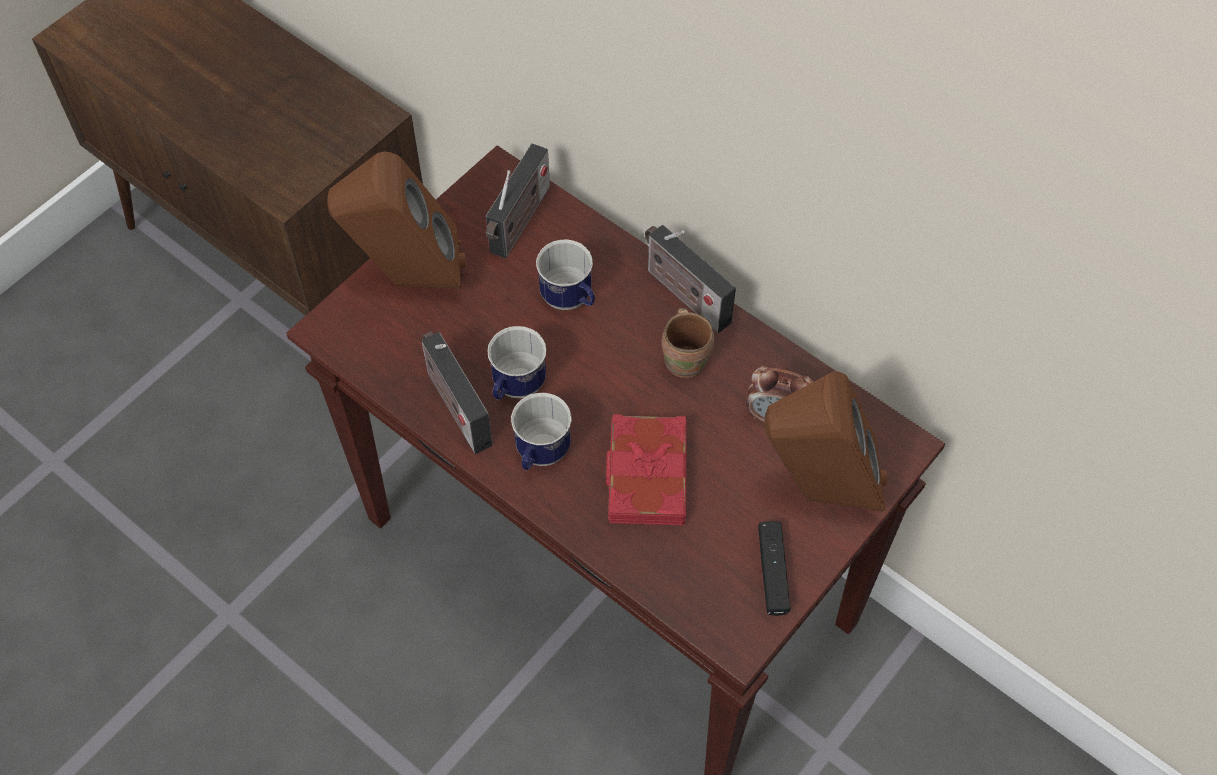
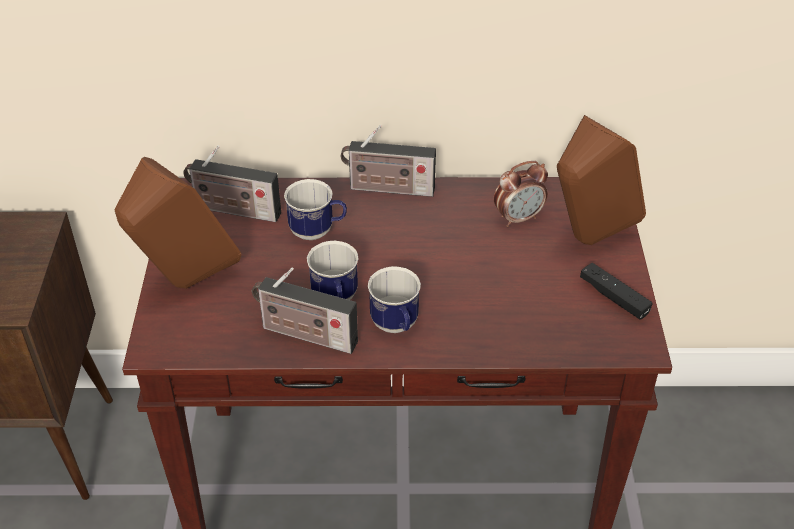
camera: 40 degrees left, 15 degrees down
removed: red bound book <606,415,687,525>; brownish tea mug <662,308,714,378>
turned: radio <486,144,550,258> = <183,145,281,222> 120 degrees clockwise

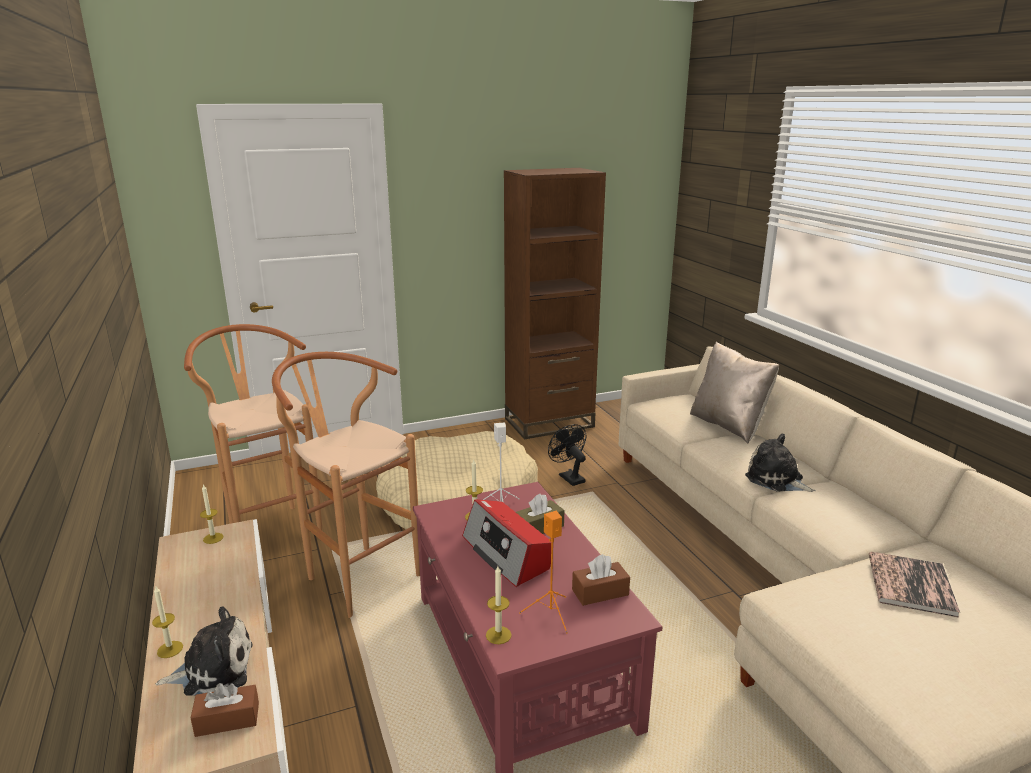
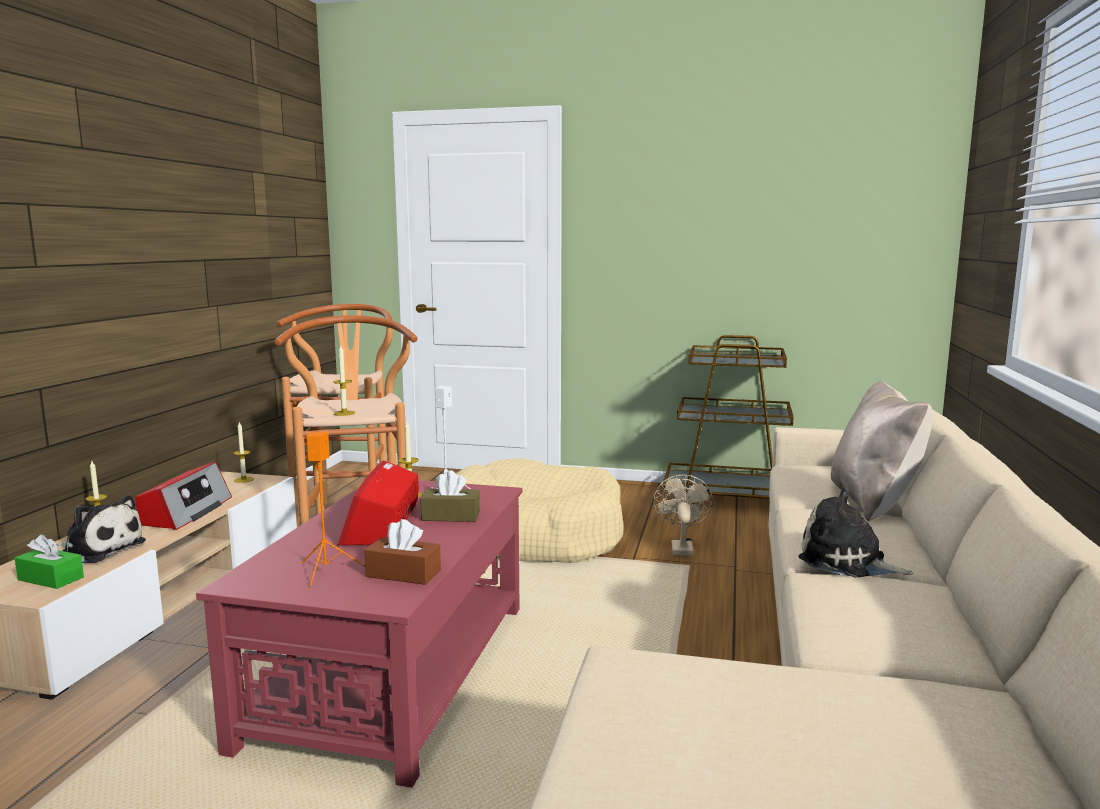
camera: 35 degrees right, 10 degrees down
removed: bound book <869,552,960,618>
added: radio <135,462,232,530>
moved: wax candle <486,566,512,644> to <333,346,355,416>
replaced: brownish bookcase <504,168,606,439> to brownish cart <663,335,794,504>
recoloured: brownish tissue box <191,683,259,737> to greenish tissue box <15,534,84,589>; black cooling fan <548,424,587,486> to beige cooling fan <653,475,713,556>
turned: cuddly toy <745,434,816,492> = <798,489,913,578> 45 degrees counterclockwise

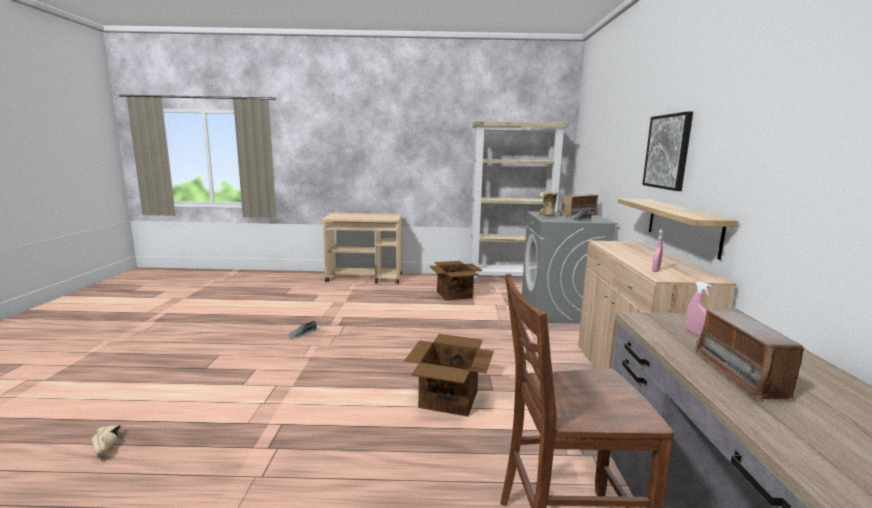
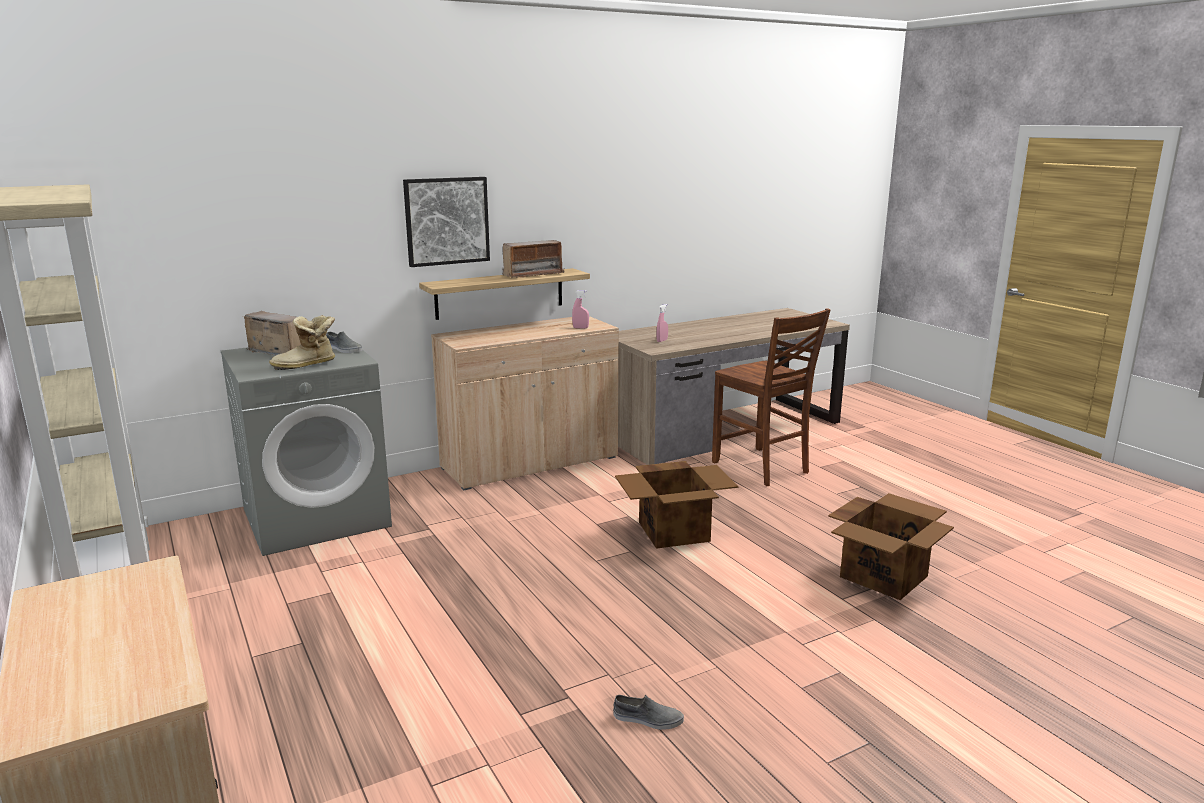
camera: 120 degrees left, 5 degrees up
removed: beige low shoe <92,425,121,458>
moved: radio <694,308,809,401> to <502,240,565,278>; cardboard box <430,261,482,300> to <828,493,954,600>

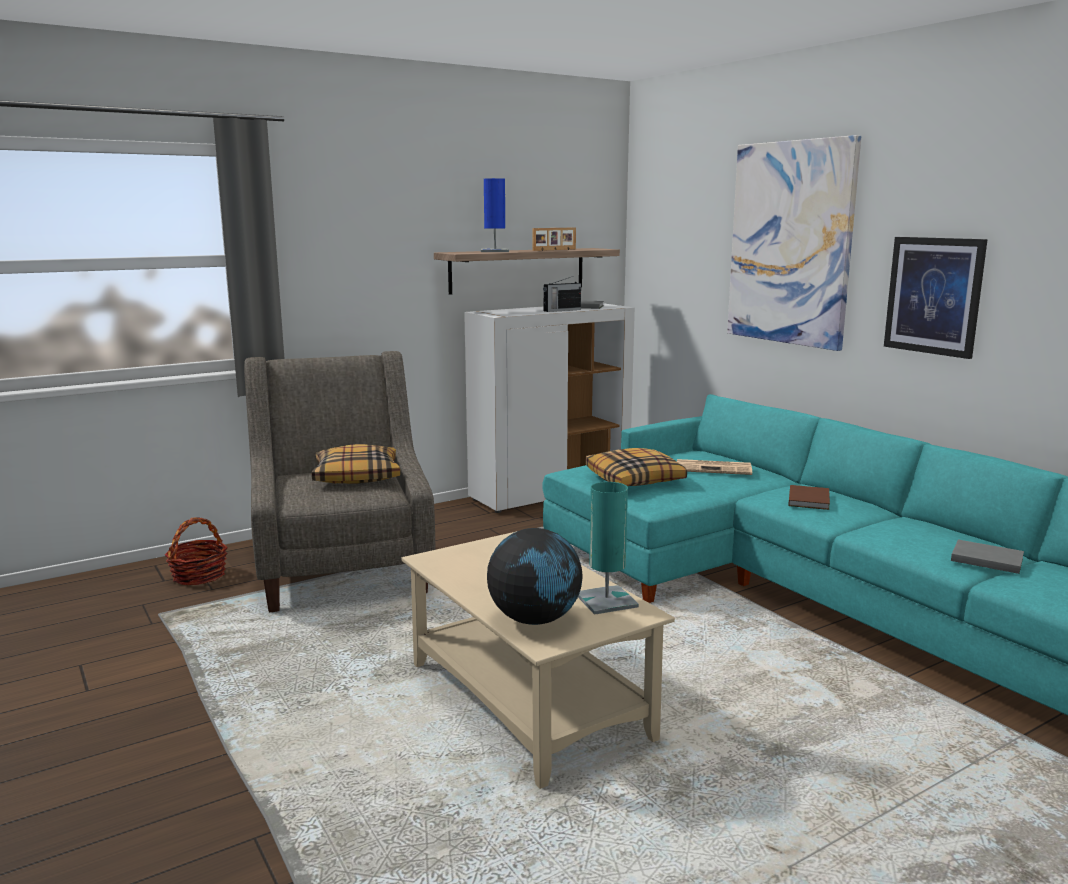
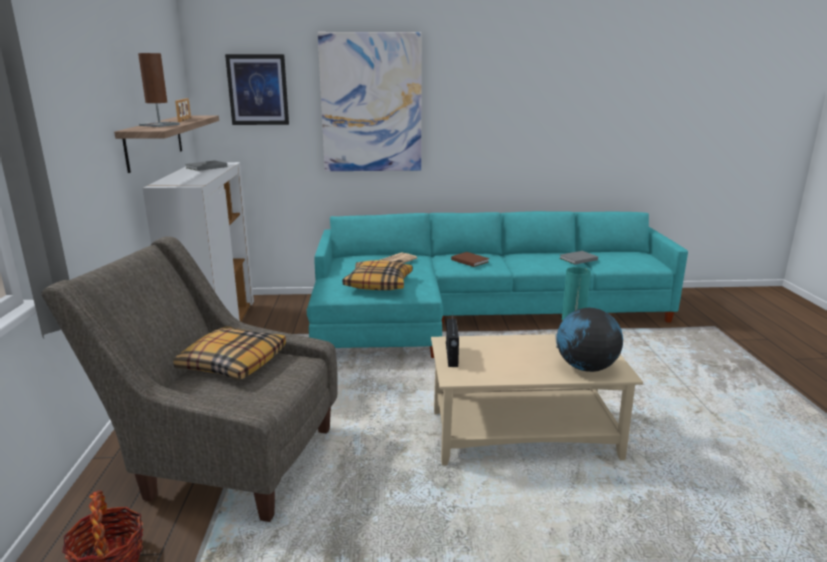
camera: 60 degrees left, 5 degrees up
moved: wall art <884,237,988,359> to <225,54,289,125>; radio <543,276,581,312> to <446,313,459,367>
recoloured: bluish table lamp <481,178,509,252> to brownish table lamp <138,53,180,127>

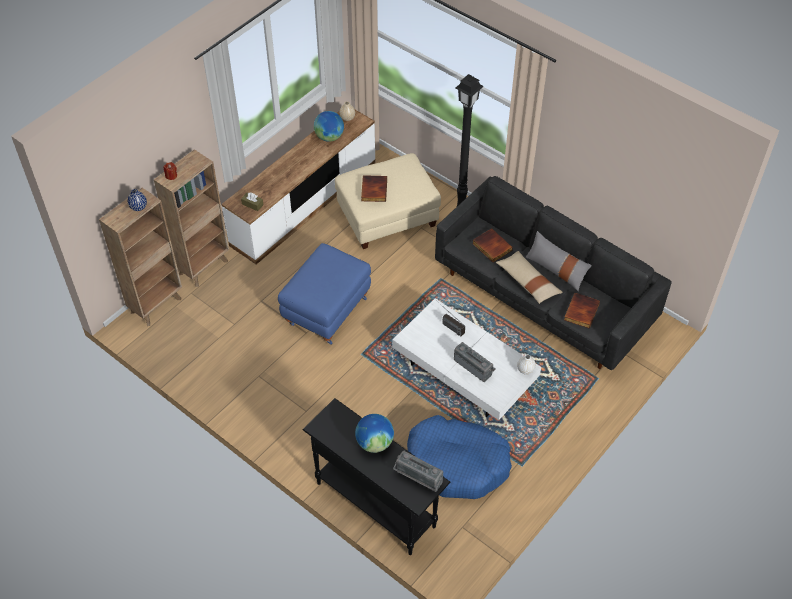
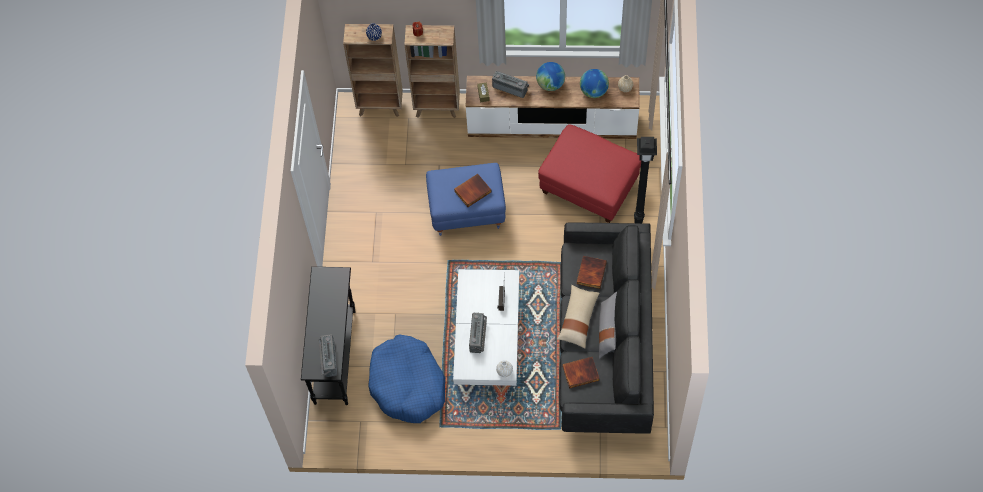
camera: 55 degrees right, 10 degrees up
added: radio <492,71,529,98>
moved: bound book <361,175,387,202> to <454,174,492,207>; globe <355,414,394,453> to <536,62,565,91>
recoloured: beige pouffe <335,153,441,249> to red pouffe <538,124,641,223>

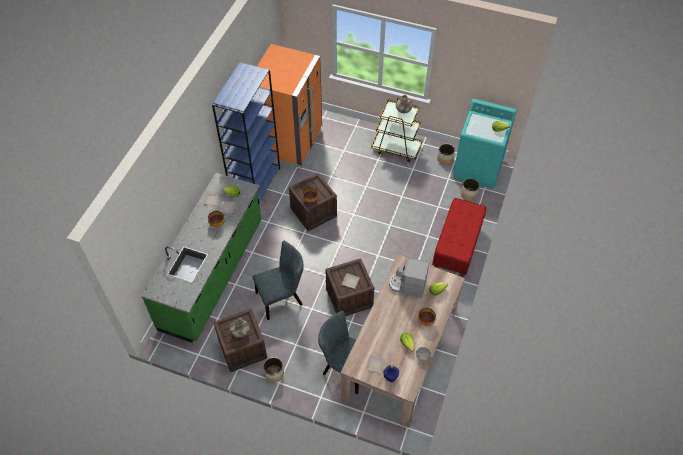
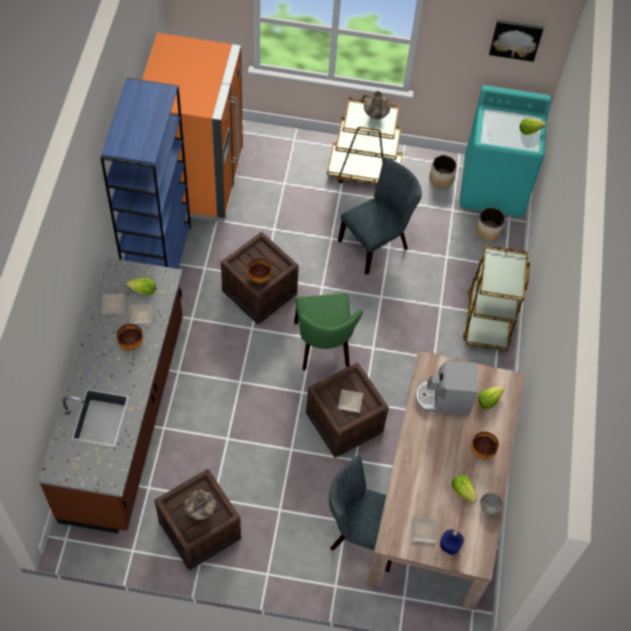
camera: 15 degrees left, 5 degrees up
removed: plant pot <263,357,284,383>
added: greenish chair <294,294,363,370>; wall art <489,20,543,62>
moved: grey chair <253,240,303,320> to <338,157,422,275>
replaced: red bench <432,198,486,277> to brownish cart <463,245,530,351>
recoloured: greenish kitchen base unit <141,173,261,343> to brownish kitchen base unit <38,258,183,533>

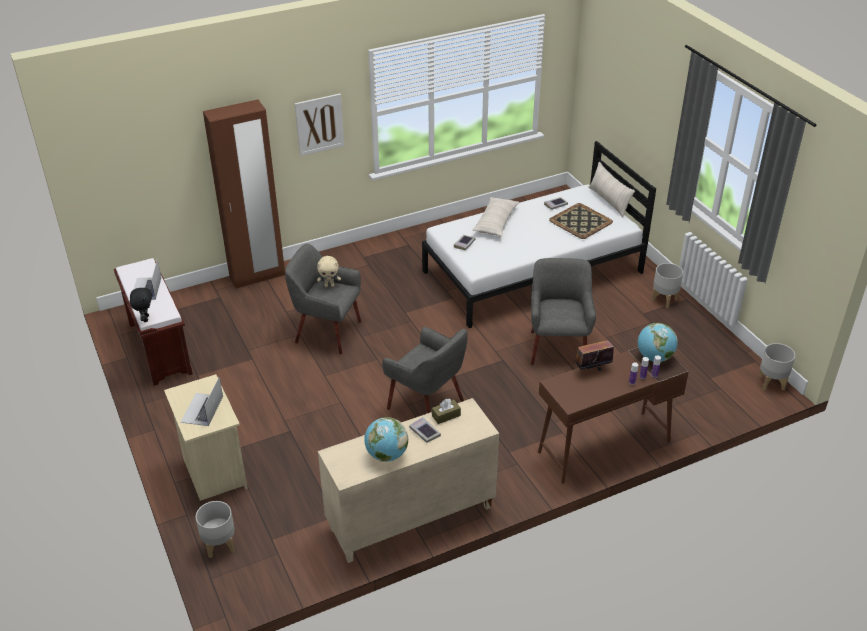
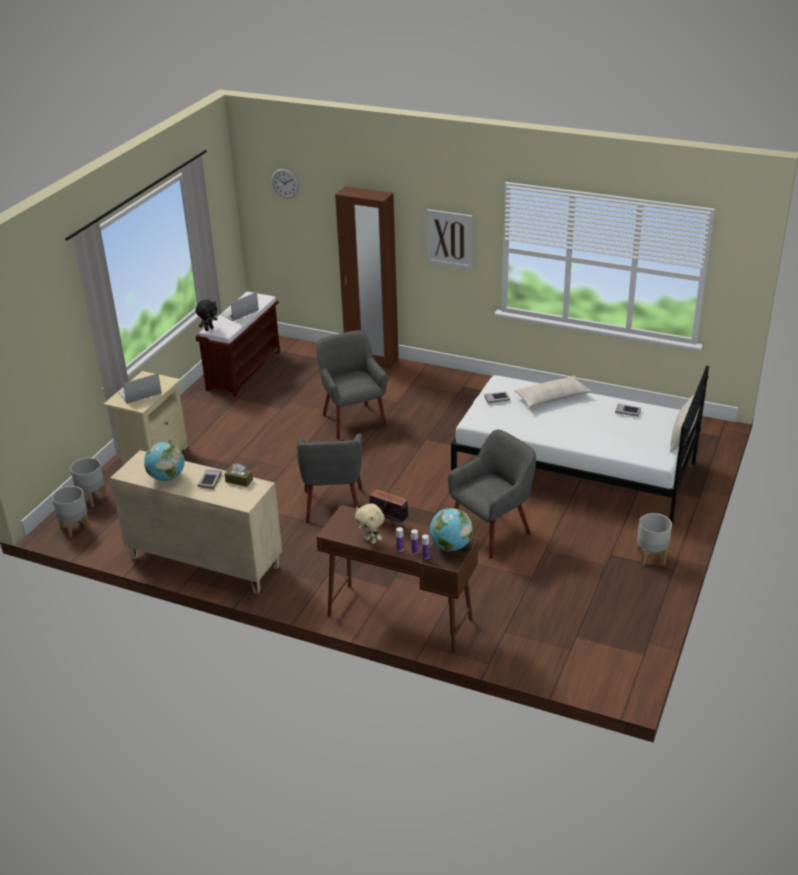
camera: 50 degrees right, 5 degrees down
removed: carrying tray <549,203,613,239>
added: wall clock <272,169,299,198>
moved: grey plant pot <759,343,795,391> to <52,486,90,537>; beige cuddly toy <317,256,341,287> to <355,504,384,544>

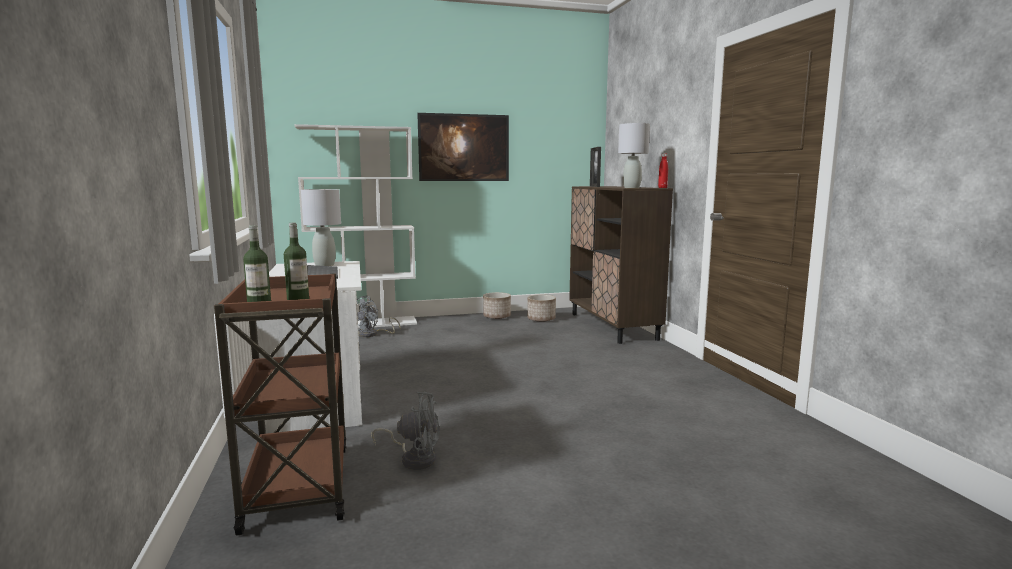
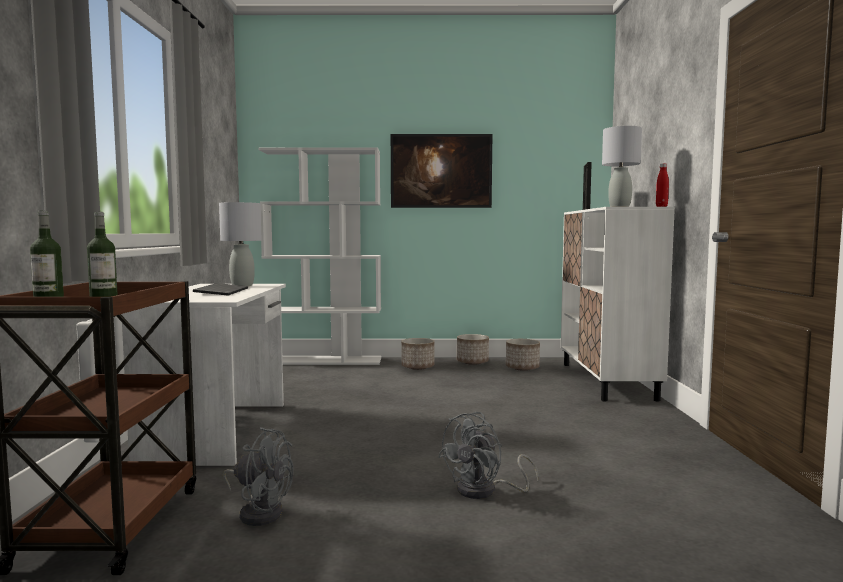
camera: 15 degrees right, 5 degrees down
added: plant pot <401,338,434,370>
moved: grey cooling fan <357,296,401,337> to <438,412,539,499>
recoloured: brownish storage cabinet <569,186,673,344> to whitish storage cabinet <561,207,675,402>

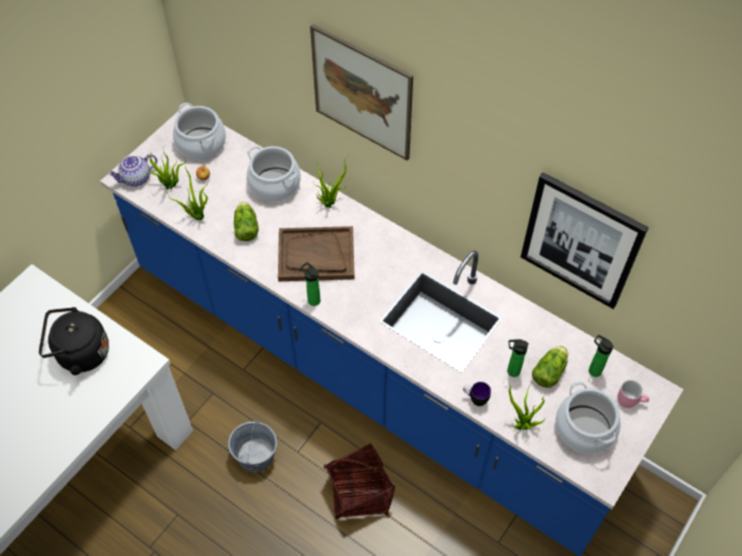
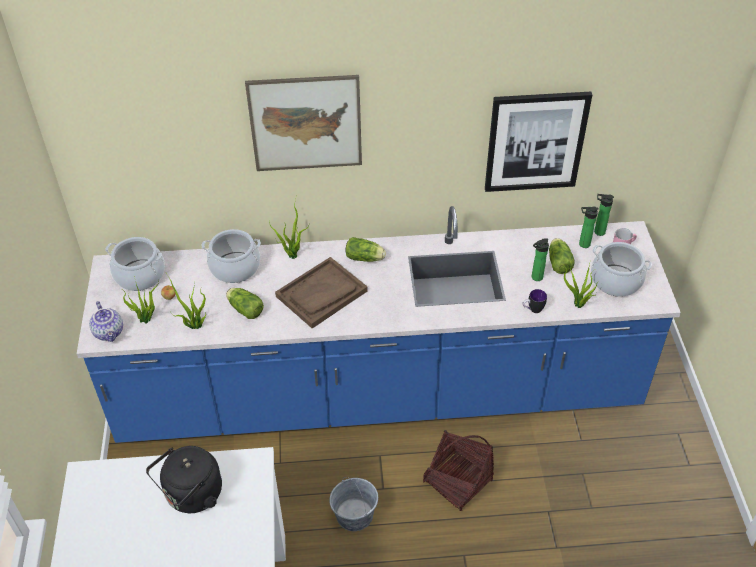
camera: 40 degrees left, 10 degrees down
added: lettuce head <346,237,386,262>
moved: beverage bottle <301,262,321,306> to <594,194,614,236>
turned: tea pot <108,154,157,186> = <89,301,123,342> 45 degrees counterclockwise

